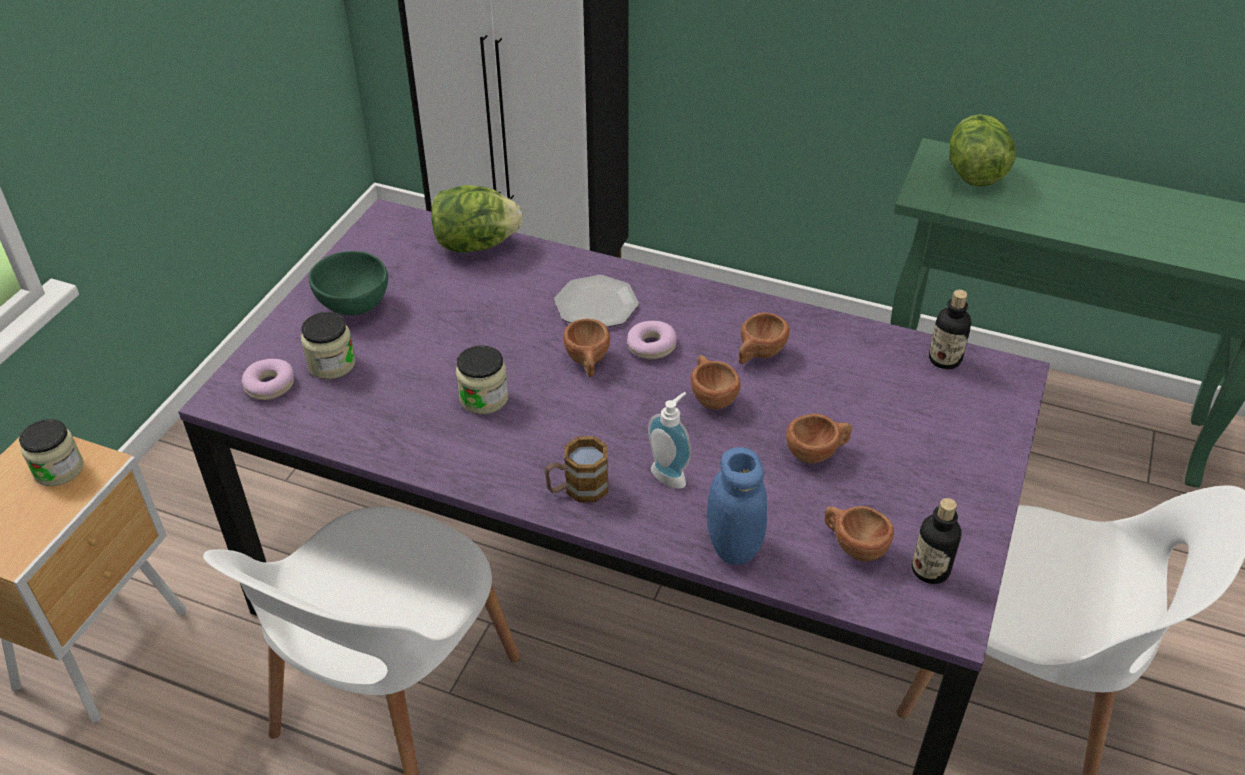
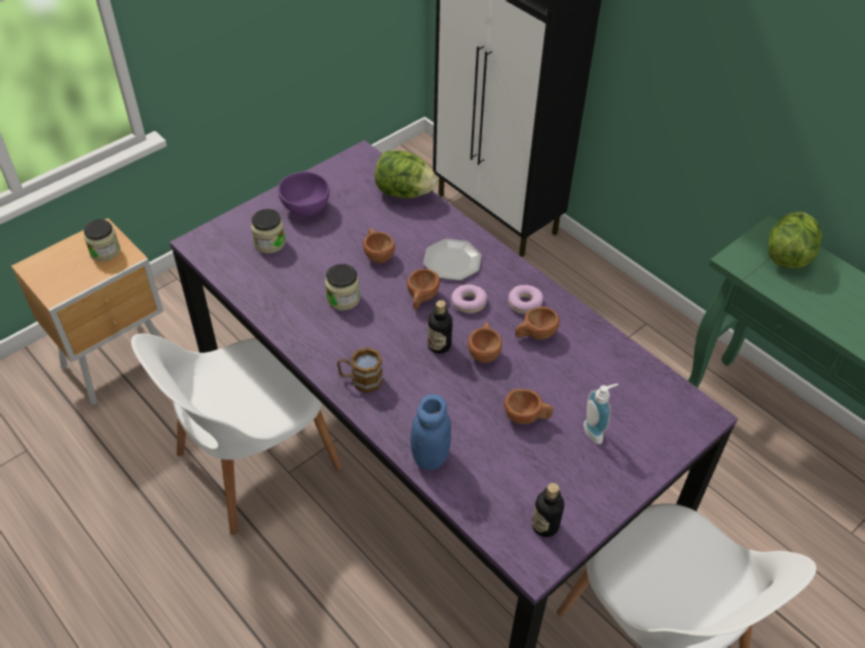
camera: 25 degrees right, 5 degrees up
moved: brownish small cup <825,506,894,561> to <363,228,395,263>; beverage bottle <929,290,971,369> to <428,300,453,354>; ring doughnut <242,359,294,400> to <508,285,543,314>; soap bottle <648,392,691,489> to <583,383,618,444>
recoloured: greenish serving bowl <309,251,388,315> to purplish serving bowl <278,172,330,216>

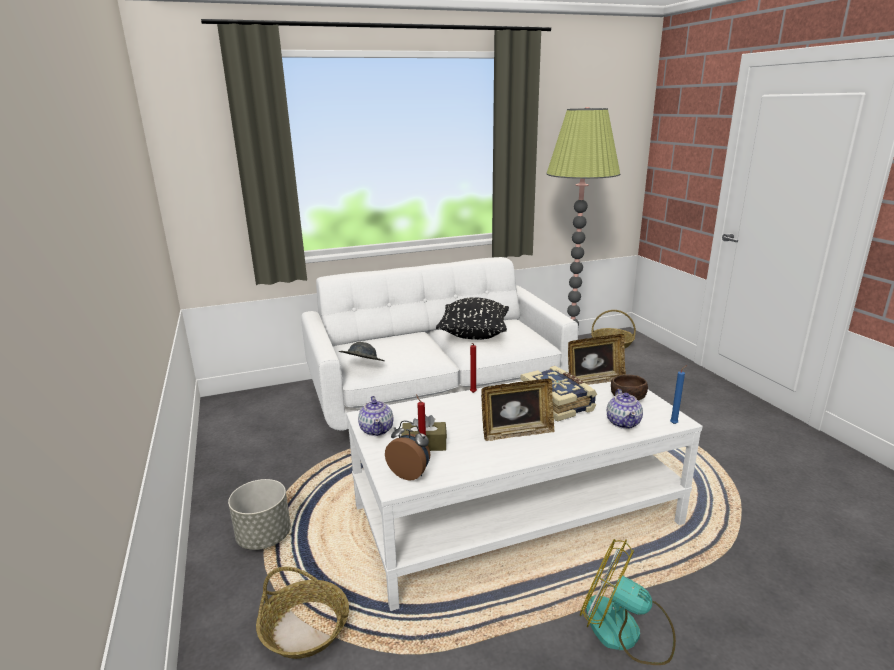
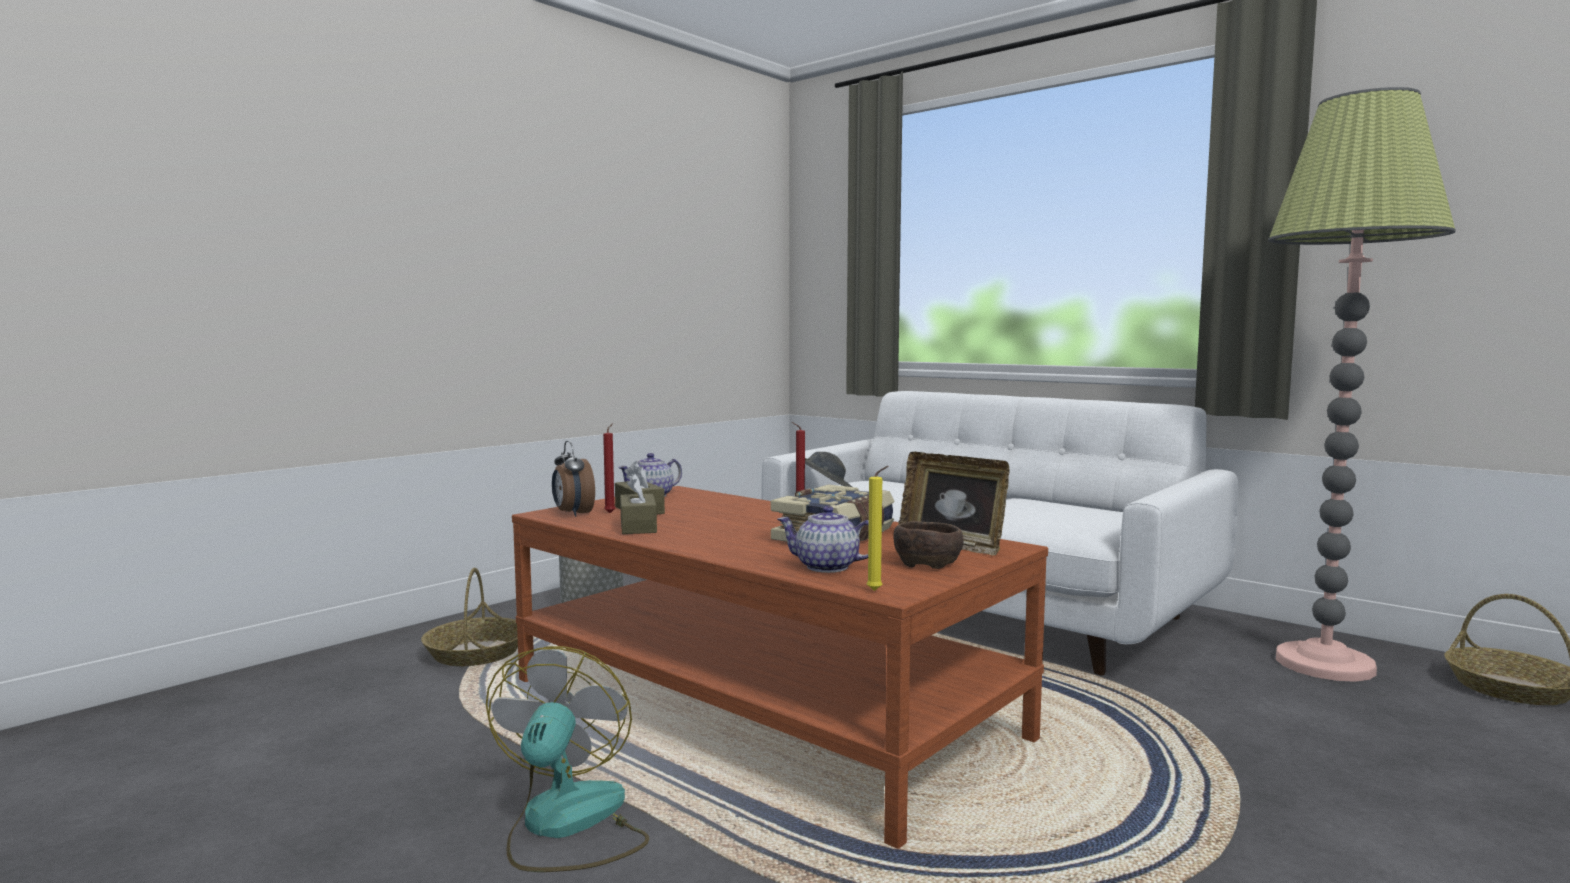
camera: 60 degrees right, 15 degrees down
removed: black cushion <436,297,509,340>; standing frame <481,379,555,441>
added: brownish tissue box <620,473,657,534>
recoloured: whitish low table <346,372,703,611> to brownish low table <512,486,1048,849>; bluish wax candle <670,365,687,424> to yellow-coloured wax candle <867,466,889,591>
turned: bedside clock <385,420,430,480> = <552,441,595,517> 150 degrees clockwise; tea pot <607,389,643,429> = <777,506,869,573> 45 degrees clockwise

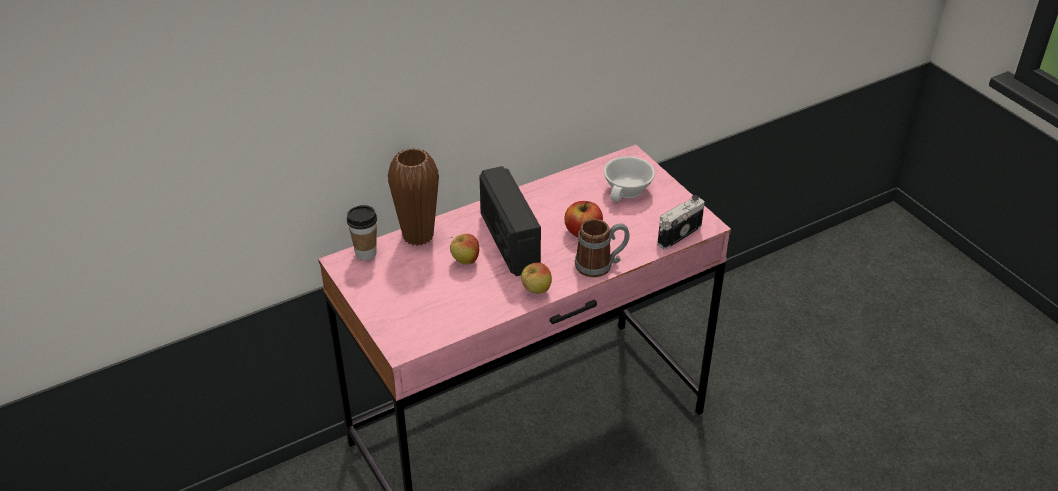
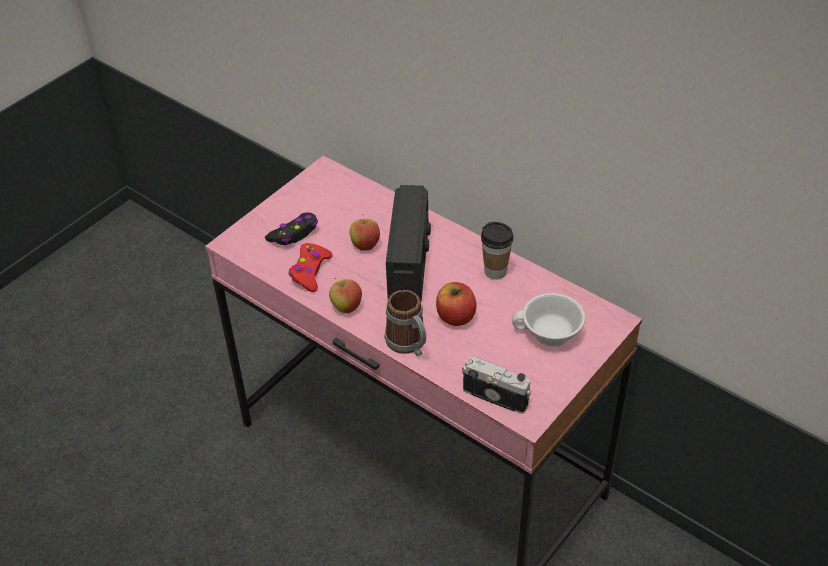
camera: 70 degrees right, 5 degrees up
removed: brownish vase <388,148,439,246>
added: black joypad <265,212,318,245>; red joypad <289,243,333,292>
moved: small cup <347,205,377,260> to <481,222,514,280>
turned: radio <479,166,541,276> = <386,185,431,302> 135 degrees clockwise

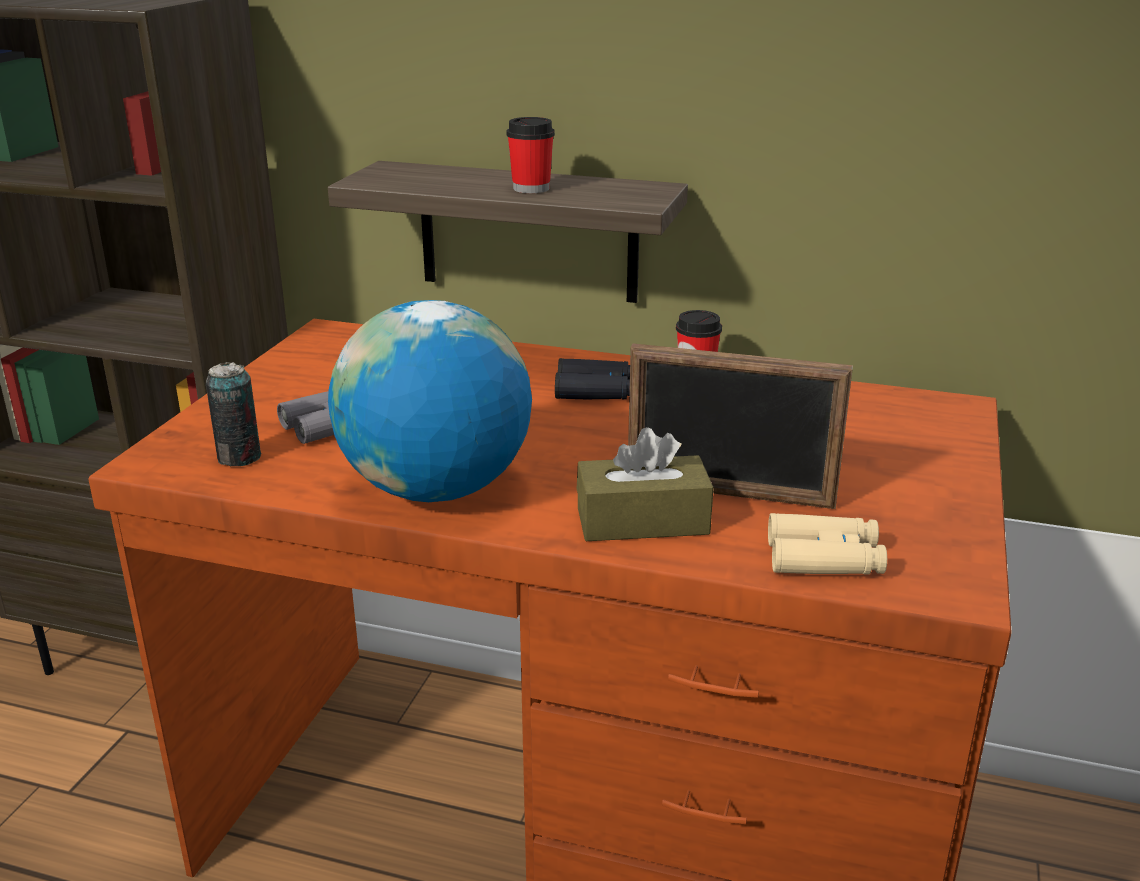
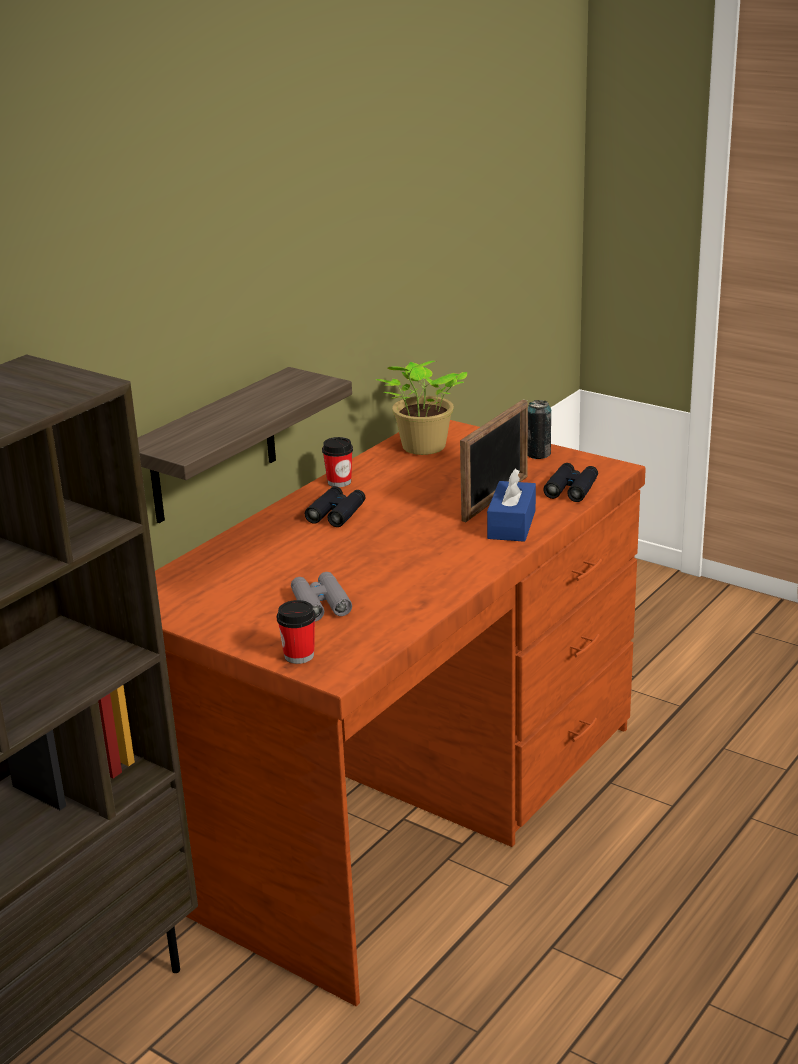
camera: 70 degrees left, 0 degrees up
removed: globe <328,300,532,502>
added: potted plant <376,360,467,455>
moved: small cup <506,117,555,193> to <277,600,316,664>; sealed can <206,362,261,466> to <528,400,552,459>
recoloured: brownish tissue box <577,427,713,541> to bluish tissue box <487,469,536,542>; beige field glasses <768,513,887,574> to black field glasses <543,463,598,502>

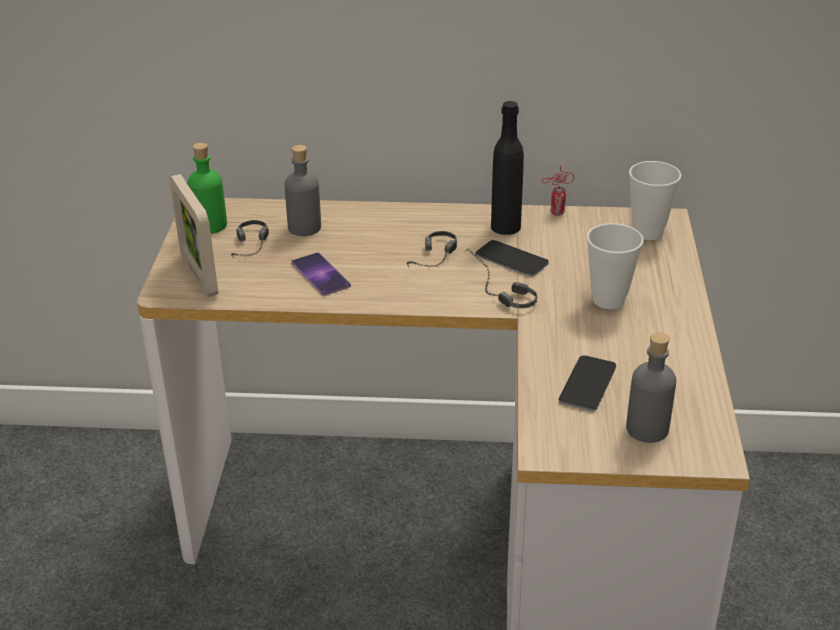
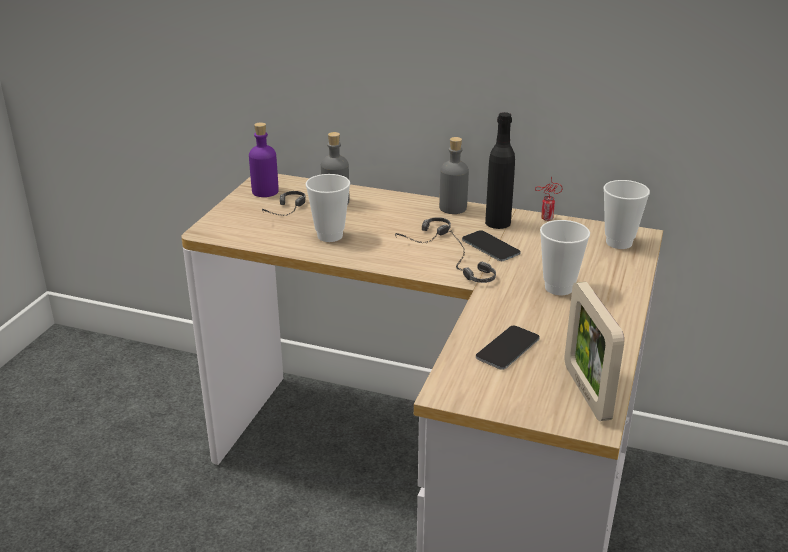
camera: 15 degrees right, 5 degrees down
moved: grey beverage bottle <626,332,676,443> to <439,137,469,214>; standing frame <169,174,218,297> to <565,282,624,421>
replaced: phone <291,252,351,296> to small cup <306,174,350,242>
recoloured: greenish beverage bottle <188,143,227,234> to purplish beverage bottle <249,122,279,197>

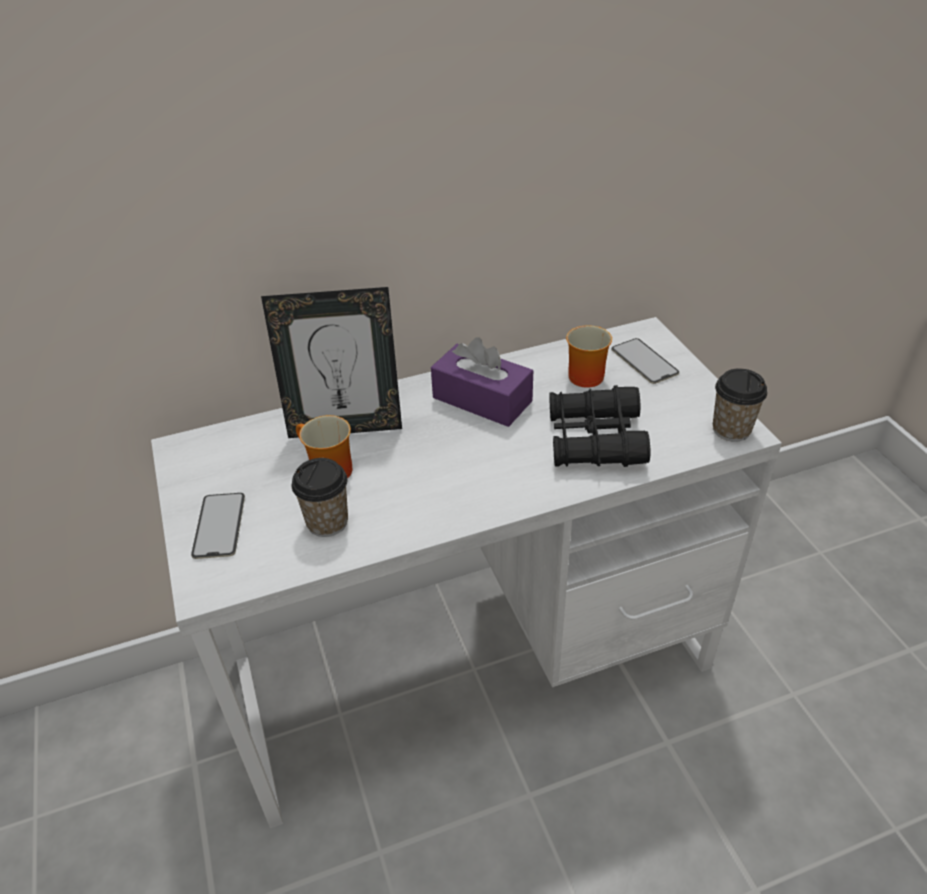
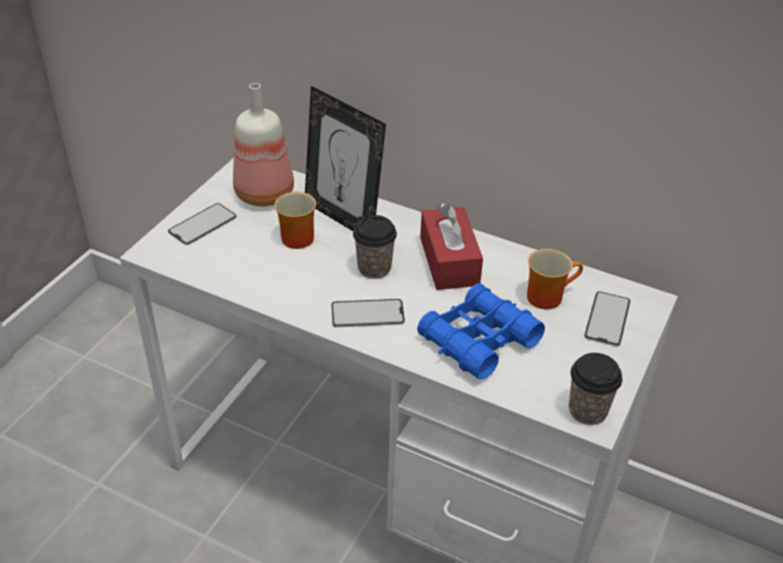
camera: 45 degrees right, 0 degrees up
added: beverage bottle <233,83,294,206>; phone <331,299,405,327>
moved: small cup <292,458,348,537> to <353,215,397,279>
recoloured: black field glasses <549,385,650,467> to bluish field glasses <417,283,545,380>; purplish tissue box <431,337,533,427> to red tissue box <420,203,483,290>

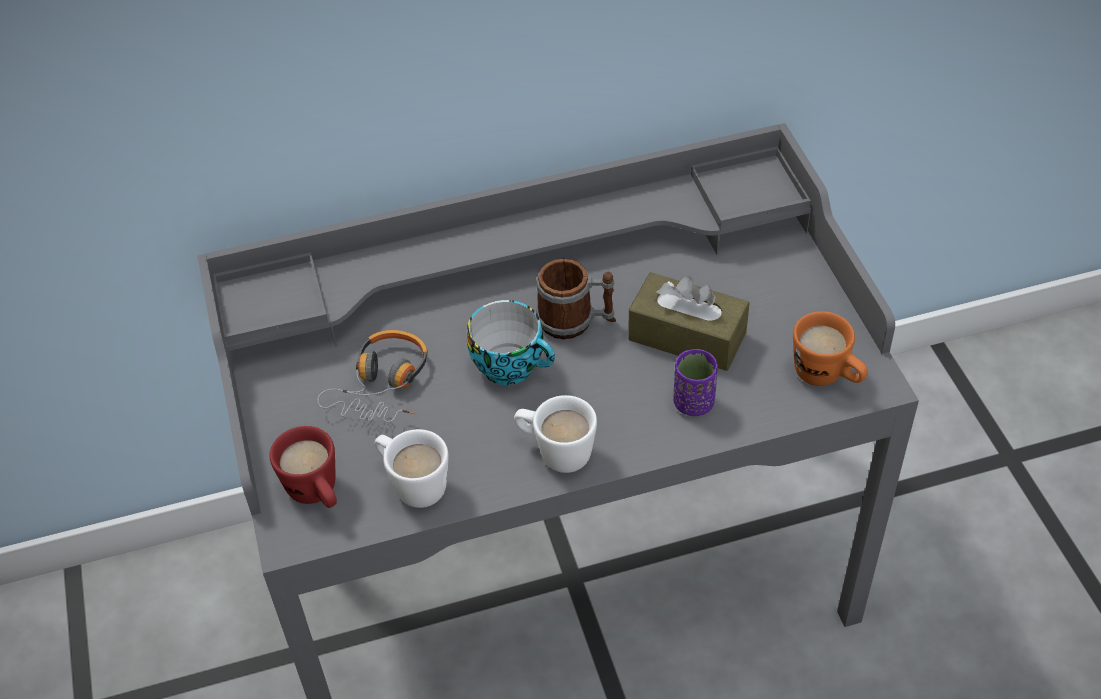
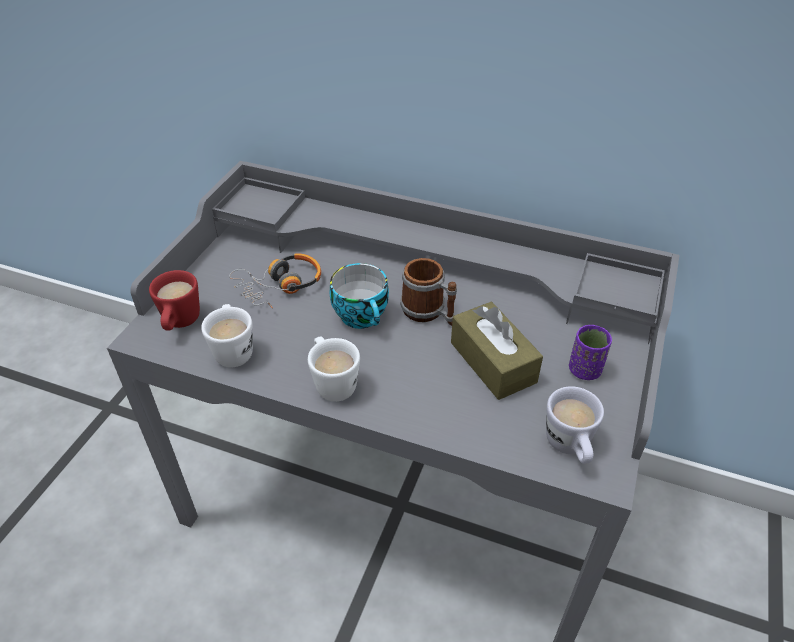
camera: 35 degrees right, 5 degrees down
moved: purplish small cup <673,349,718,416> to <569,325,612,380>
recoloured: orangey tea mug <793,311,868,386> to whitish tea mug <546,386,604,464>

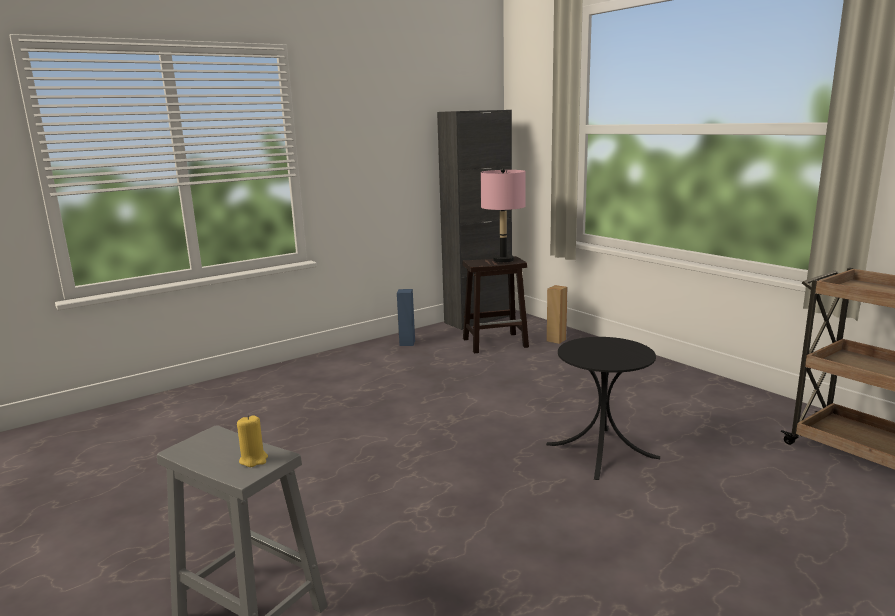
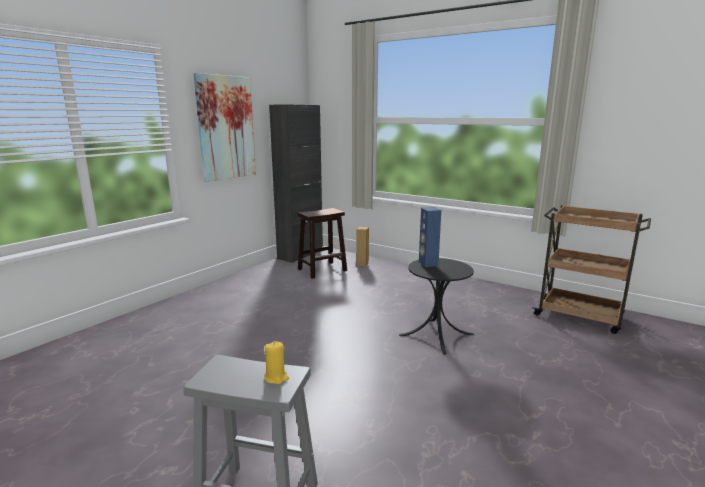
camera: 20 degrees left, 0 degrees up
removed: pink-coloured table lamp <480,168,526,262>
added: wall art <193,73,256,182>
moved: bluish speaker <397,289,415,346> to <419,207,441,267>

